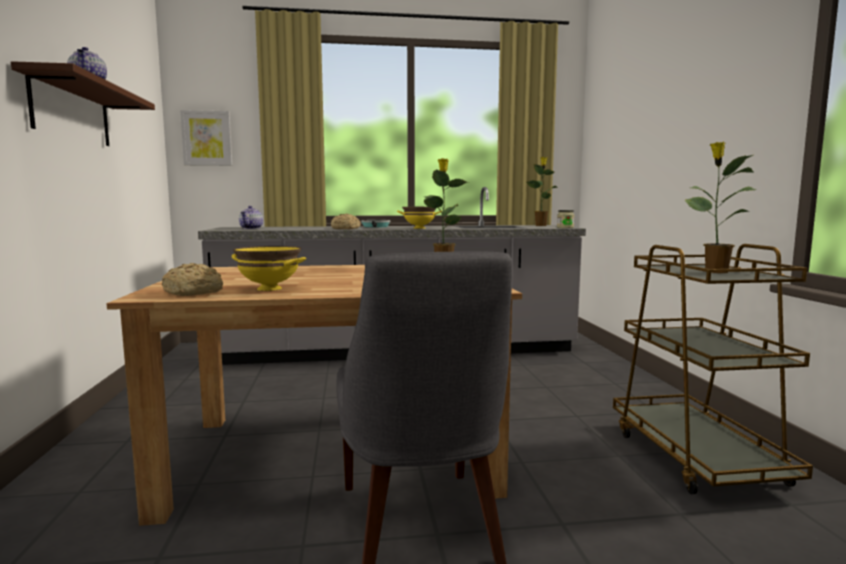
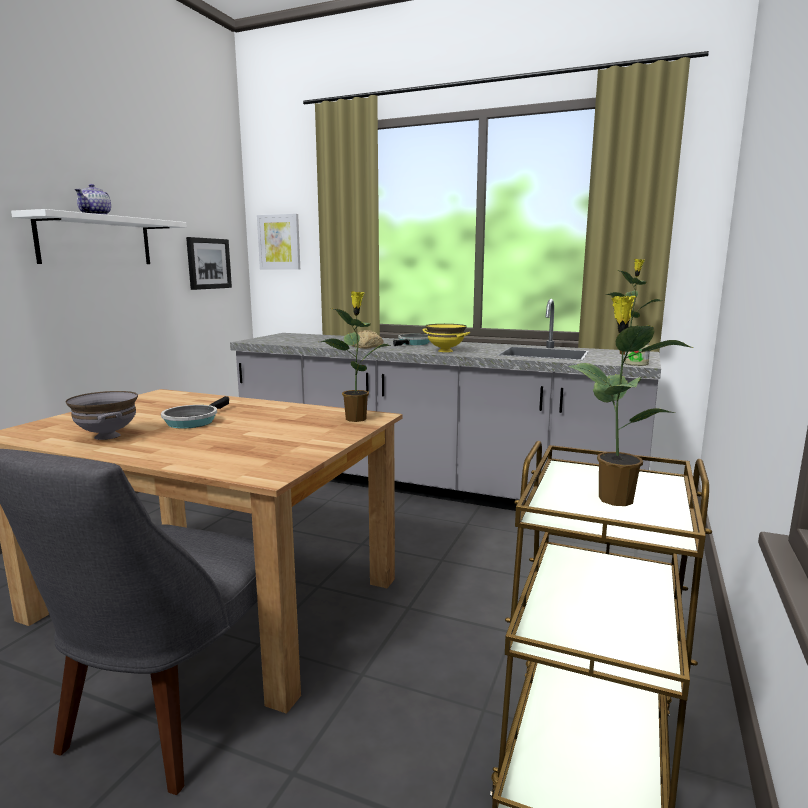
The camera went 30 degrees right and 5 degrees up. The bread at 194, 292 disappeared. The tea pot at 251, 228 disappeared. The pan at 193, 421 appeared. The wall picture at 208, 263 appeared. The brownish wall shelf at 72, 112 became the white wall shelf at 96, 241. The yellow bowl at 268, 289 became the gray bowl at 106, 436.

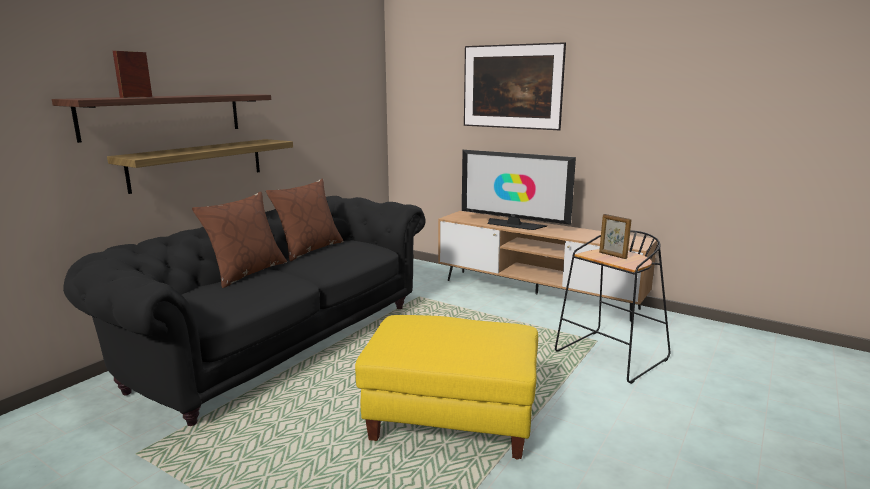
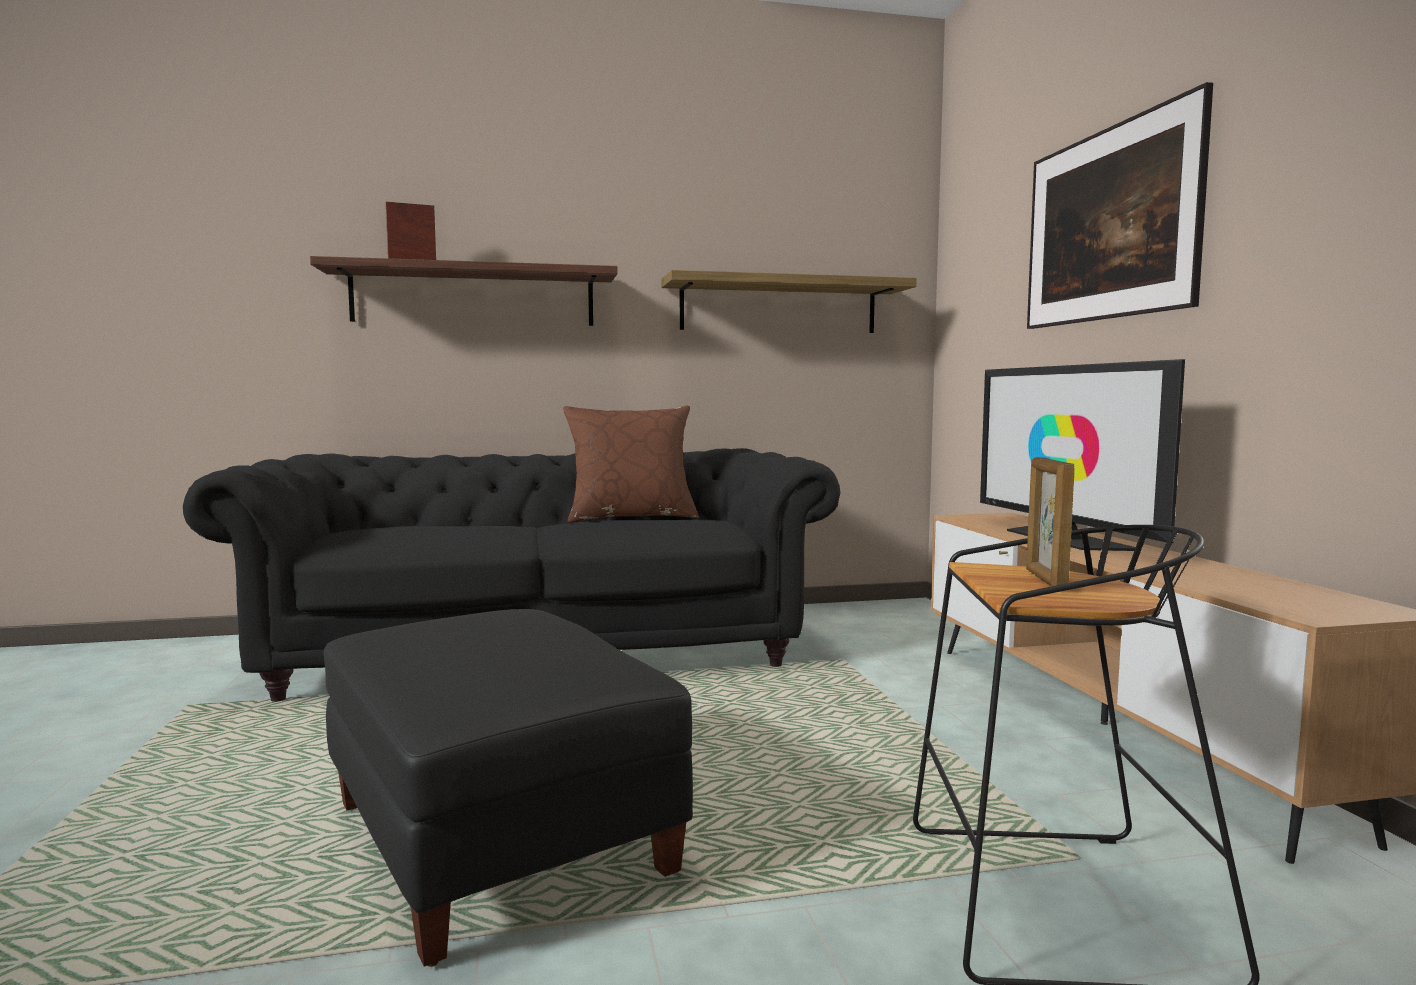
The camera went 45 degrees right and 10 degrees down. The brownish cushion at 246, 272 disappeared. The wall shelf moved from 198, 164 to 779, 306. The yellow footrest at 452, 418 became the black-coloured footrest at 499, 839.

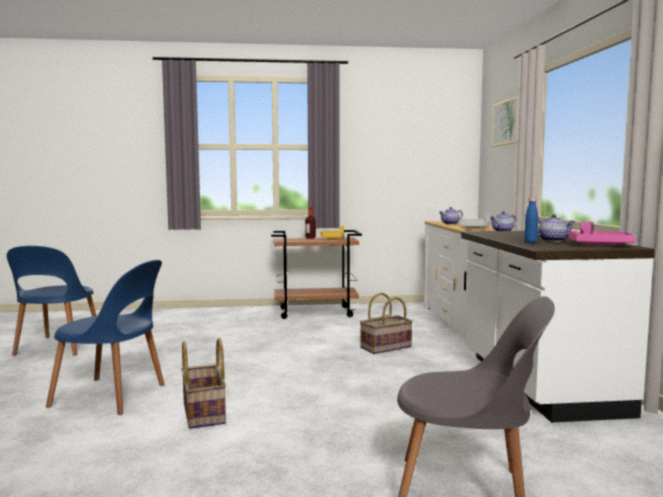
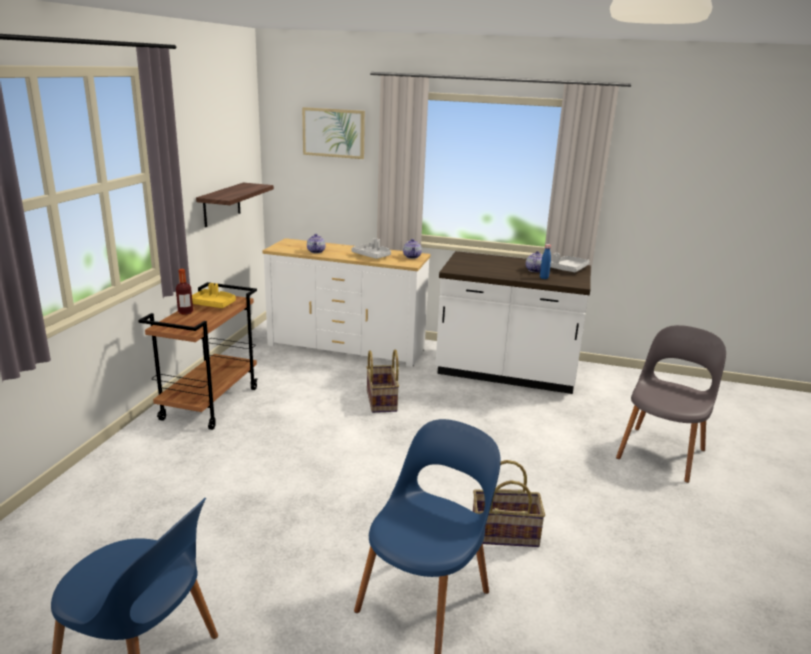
The camera went 70 degrees left and 15 degrees up. The wall shelf at 222, 204 appeared. The pink-coloured serving tray at 599, 245 became the gray serving tray at 568, 269.

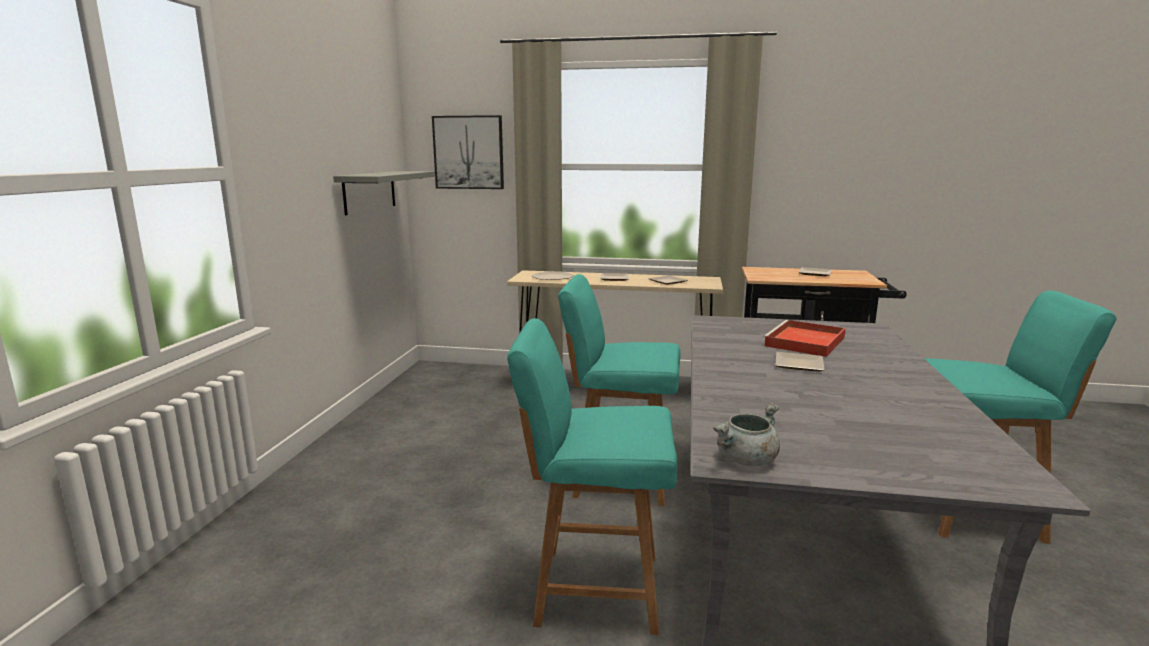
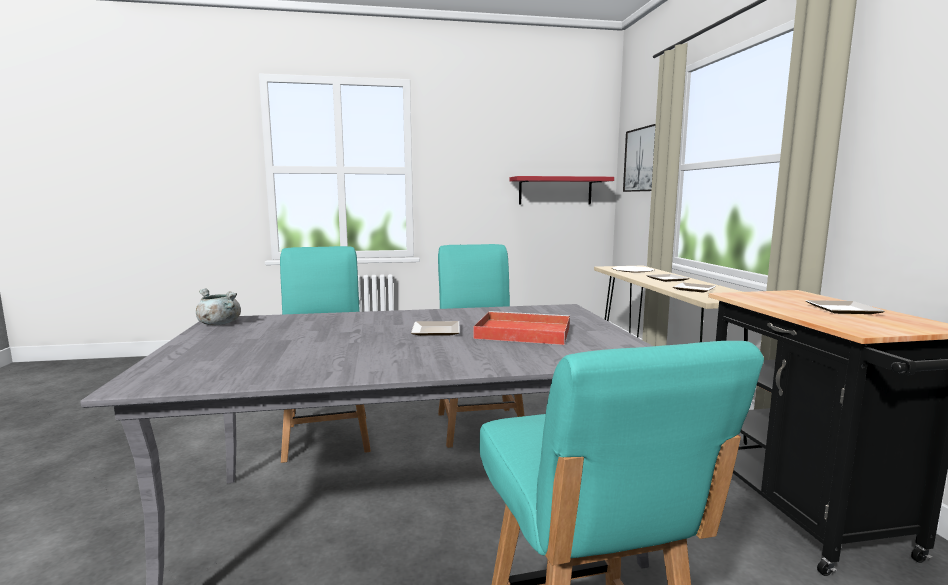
The camera went 70 degrees right and 5 degrees down. The gray wall shelf at 369, 191 became the red wall shelf at 555, 191.

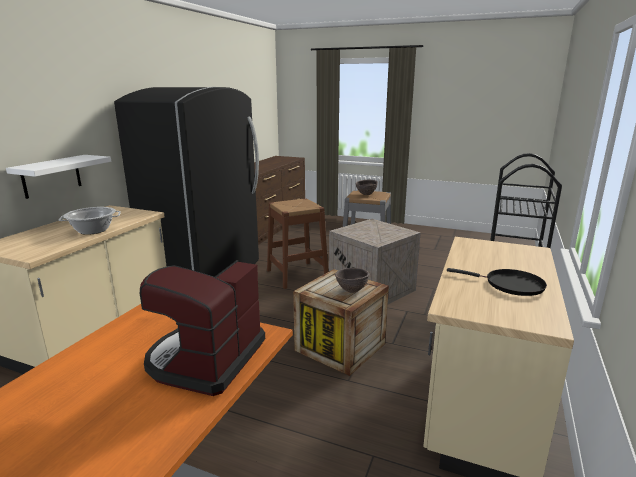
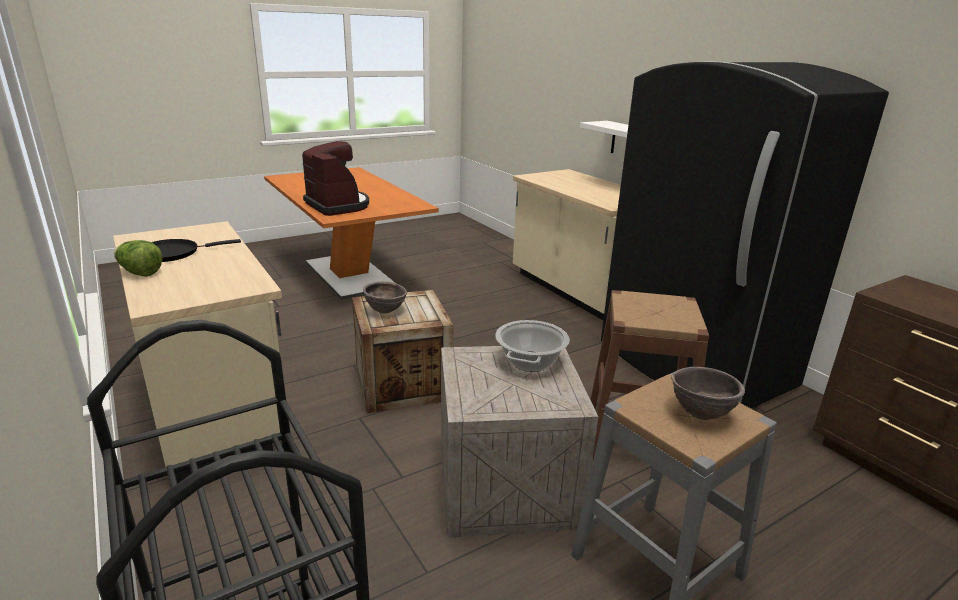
The camera went 125 degrees right and 5 degrees up. The lettuce head at 139, 273 appeared. The stockpot moved from 93, 230 to 530, 362.

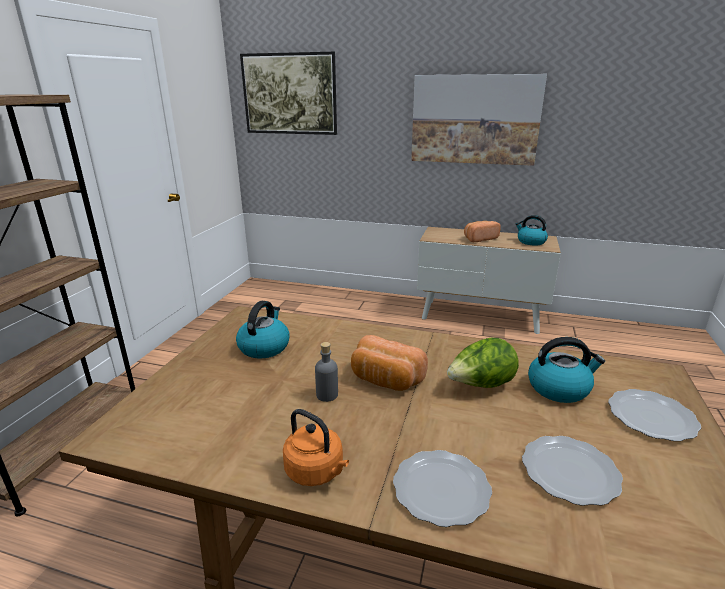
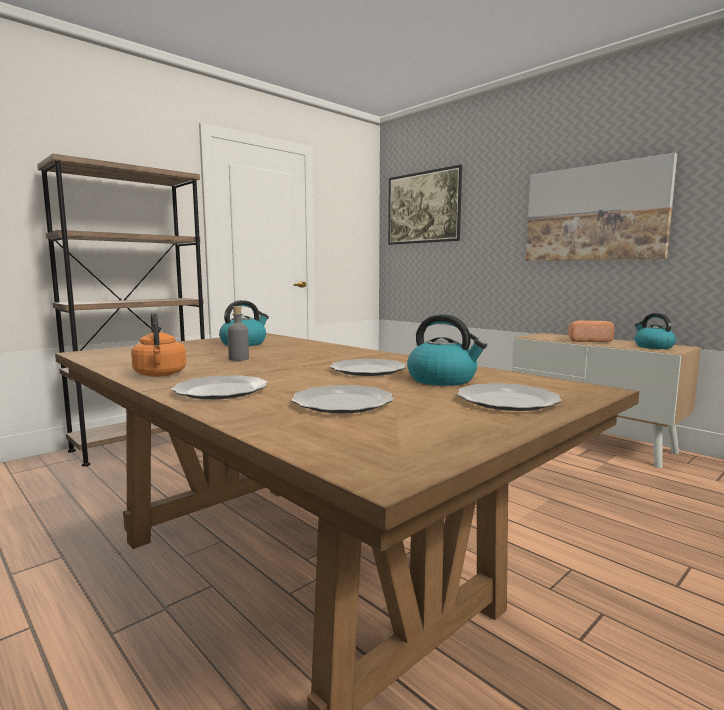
The camera went 30 degrees right and 15 degrees down. The bread at 385, 380 disappeared. The lettuce head at 480, 385 was replaced by the dinner plate at 369, 370.

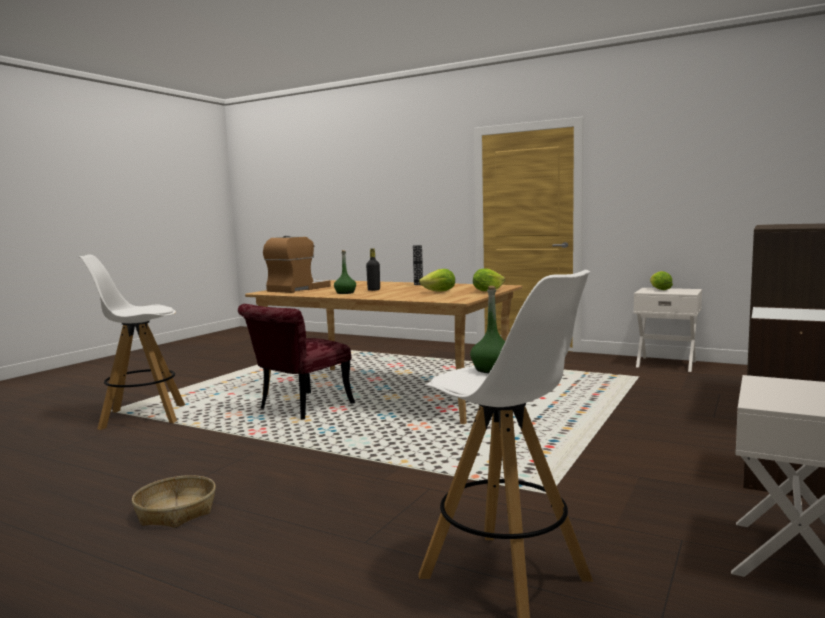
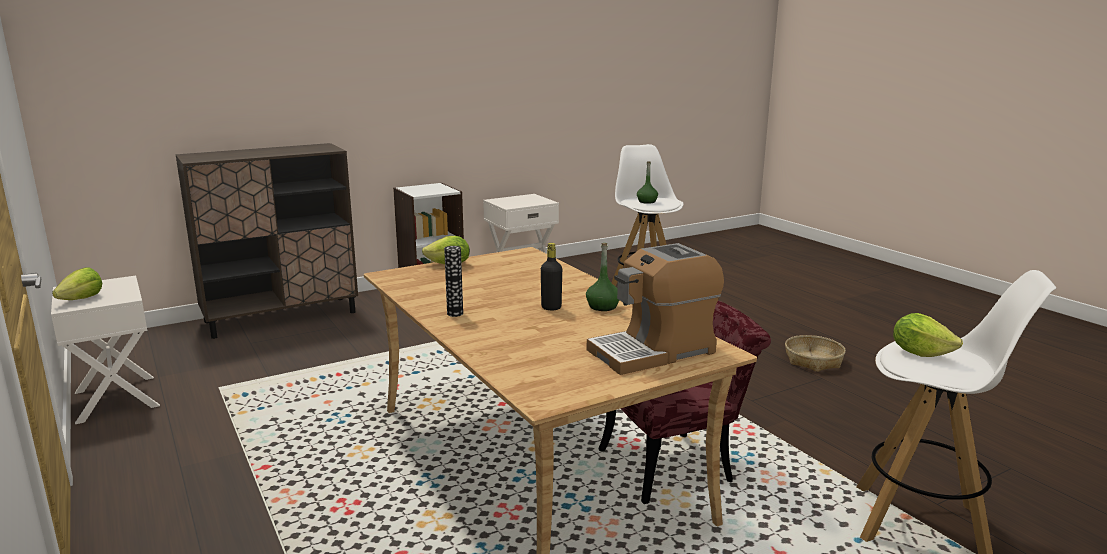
The camera went 150 degrees left and 10 degrees up. The lettuce head moved from 439, 291 to 920, 353.

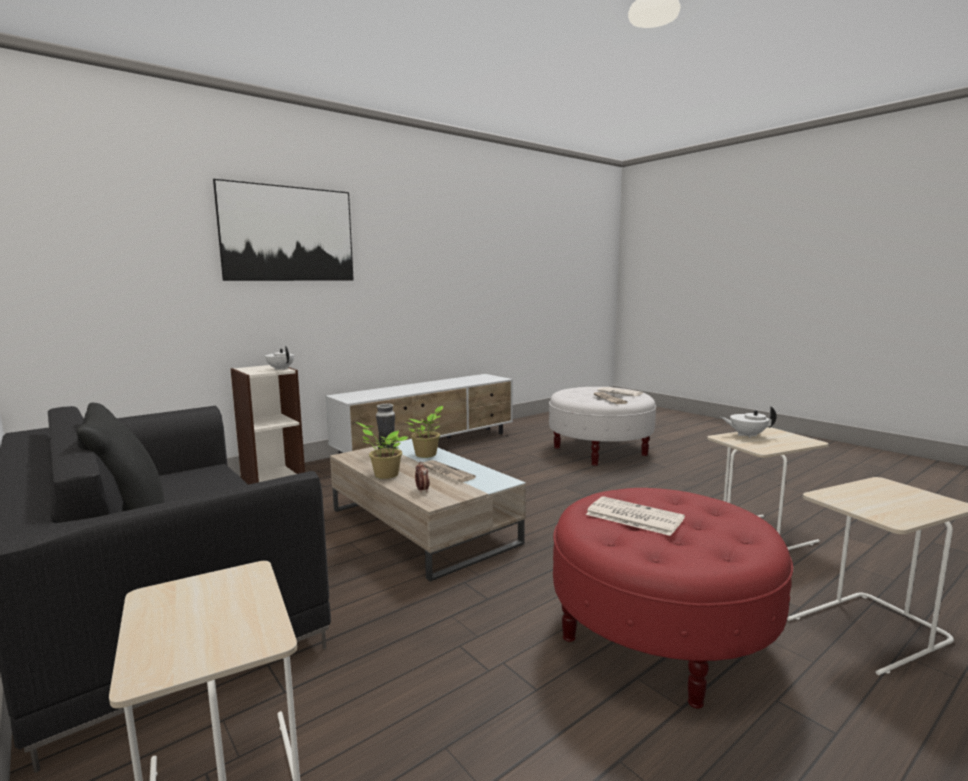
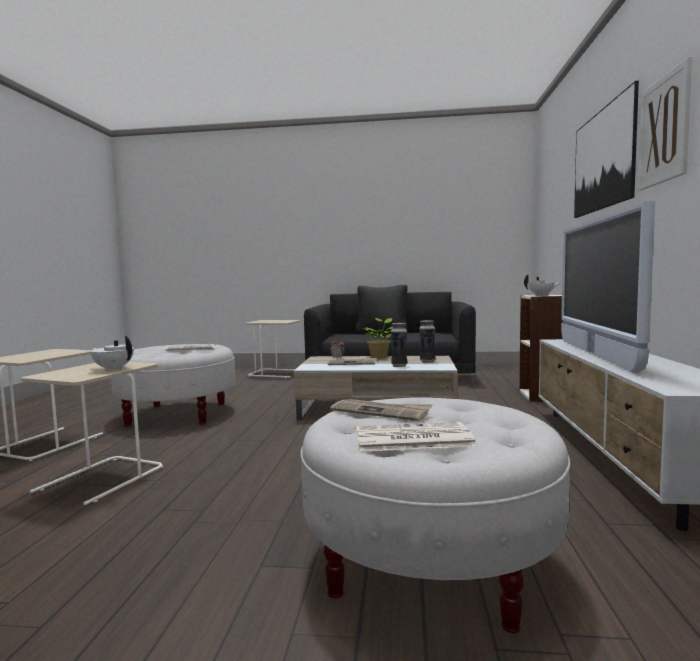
The camera went 135 degrees right and 5 degrees down. The TV at 594, 354 appeared. The wall picture at 664, 130 appeared. The potted plant at 427, 455 was replaced by the decorative vase at 399, 366. The red footrest at 660, 636 became the white footrest at 177, 414. The white tea pot at 747, 435 turned 120 degrees counterclockwise.

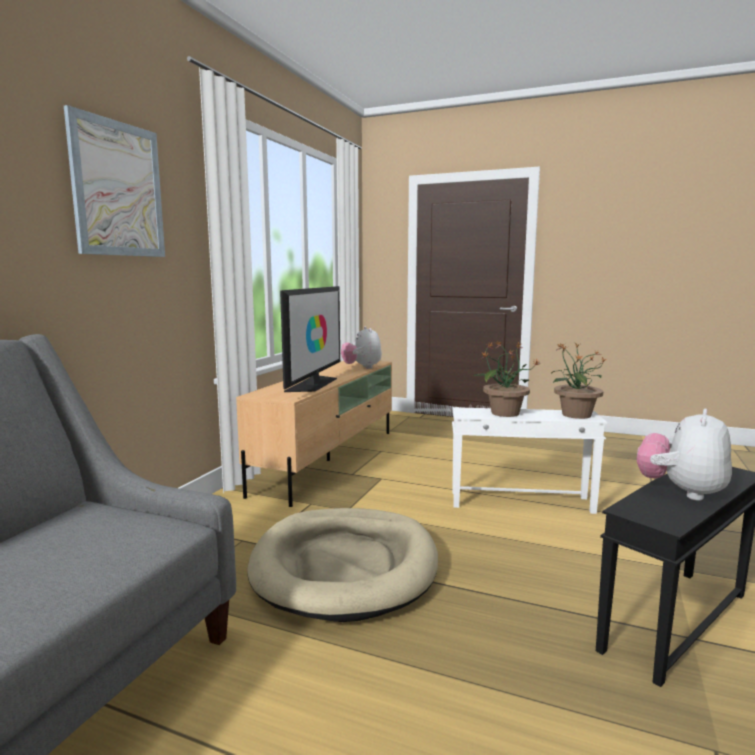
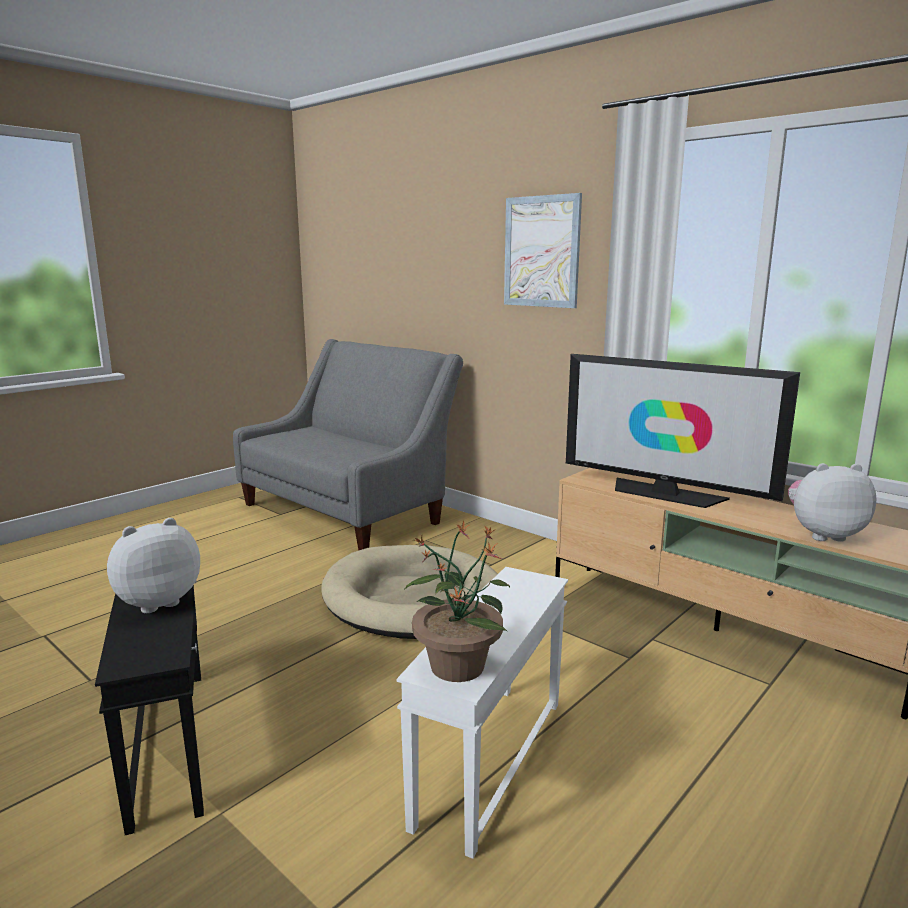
The camera went 110 degrees right and 5 degrees up. The potted plant at 504, 413 disappeared. The plush toy at 681, 492 turned 90 degrees counterclockwise.

